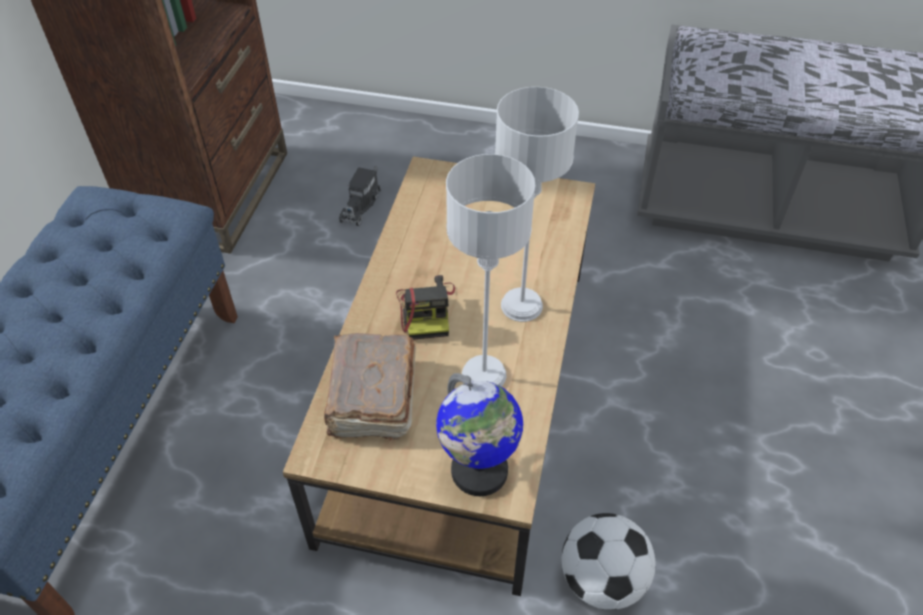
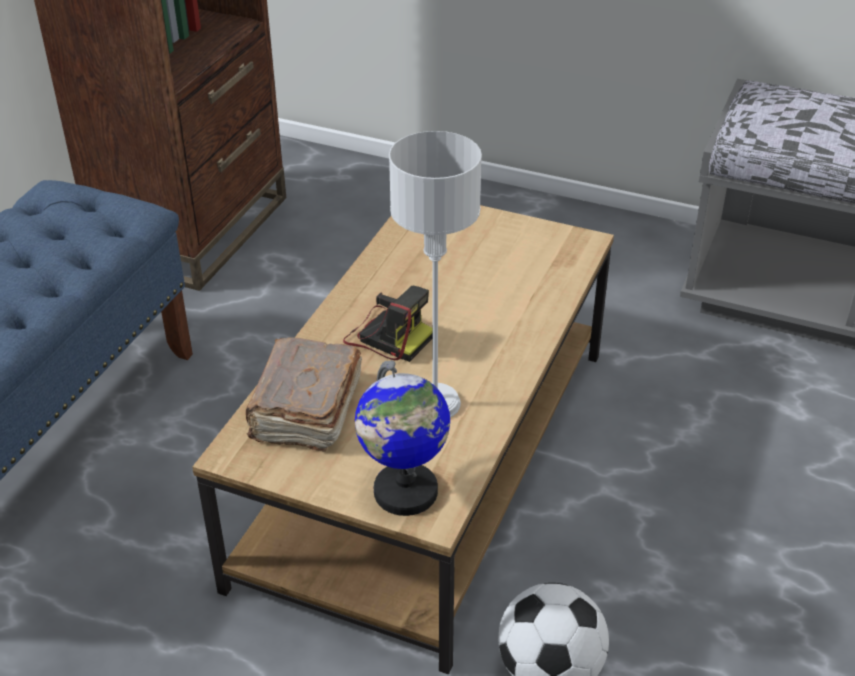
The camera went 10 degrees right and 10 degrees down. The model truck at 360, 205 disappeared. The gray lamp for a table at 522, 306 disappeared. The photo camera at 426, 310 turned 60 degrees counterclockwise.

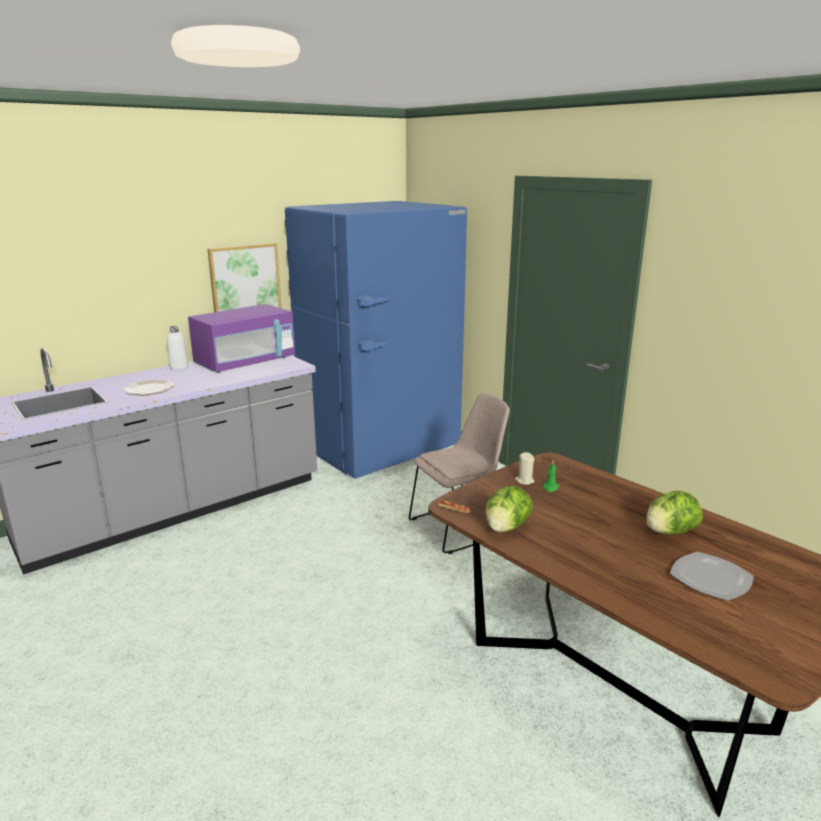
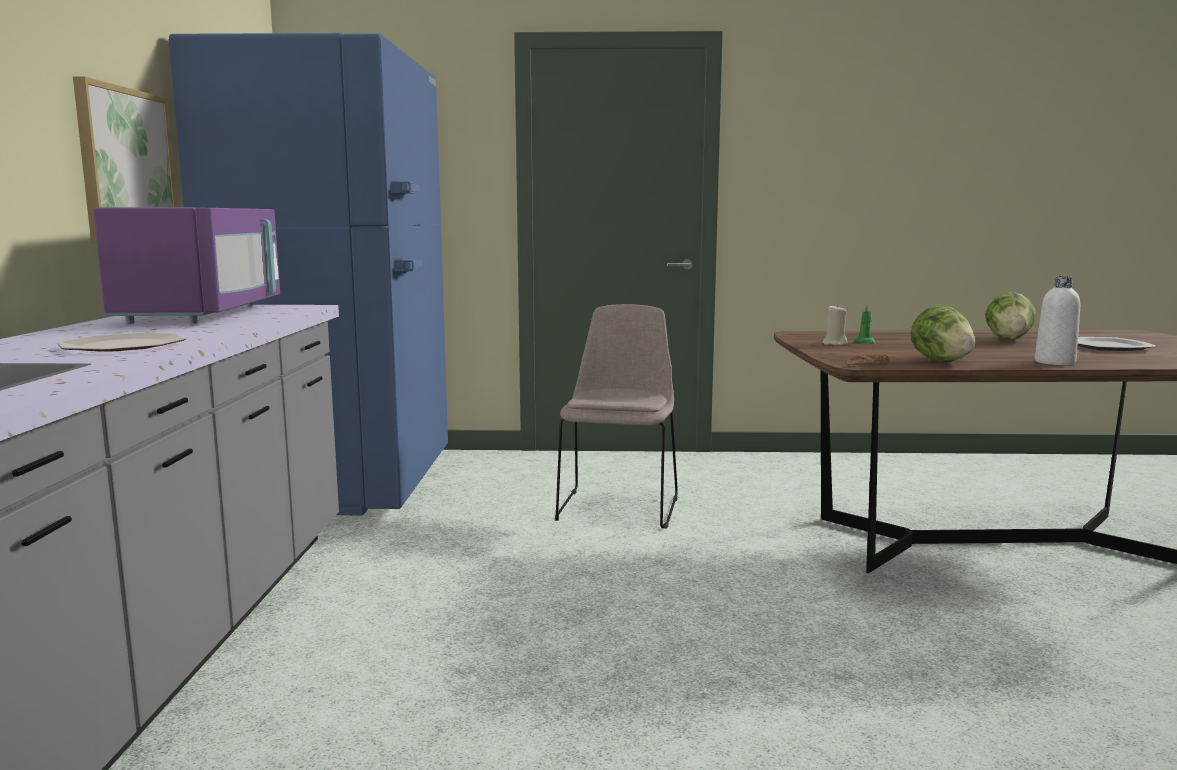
The camera went 50 degrees left and 10 degrees down. The white bottle moved from 179, 367 to 1054, 362.

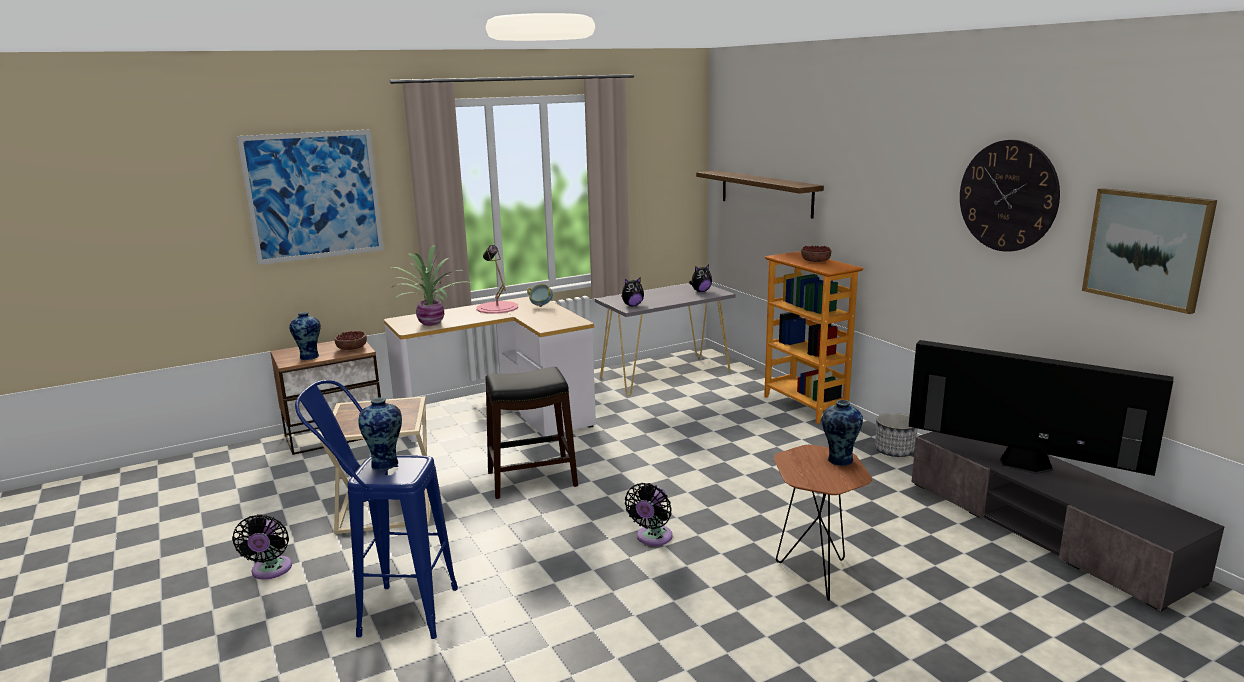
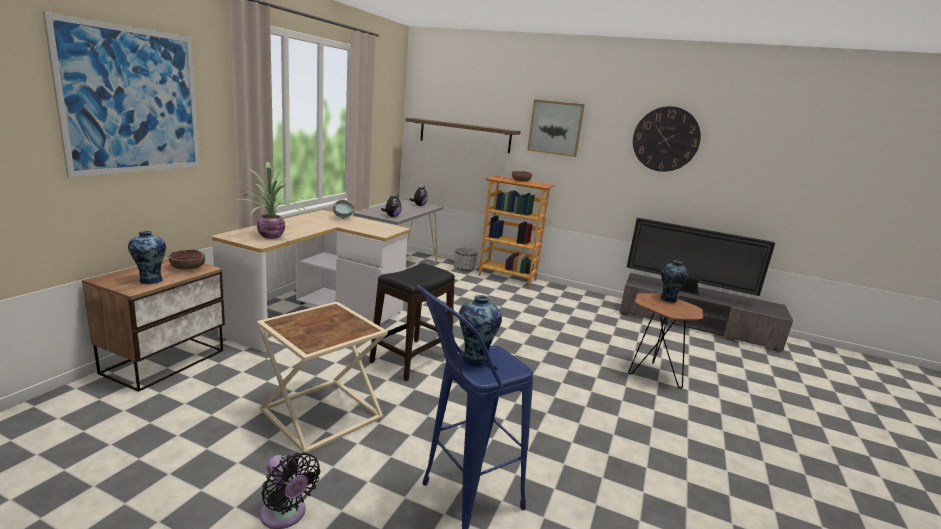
The camera went 40 degrees left and 0 degrees up. The pink-coloured lamp for a table at 497, 307 disappeared. The black-coloured cooling fan at 652, 538 disappeared. The flower pot moved from 894, 451 to 464, 268. The wall picture moved from 1147, 248 to 555, 128. The TV at 1021, 466 turned 150 degrees counterclockwise.

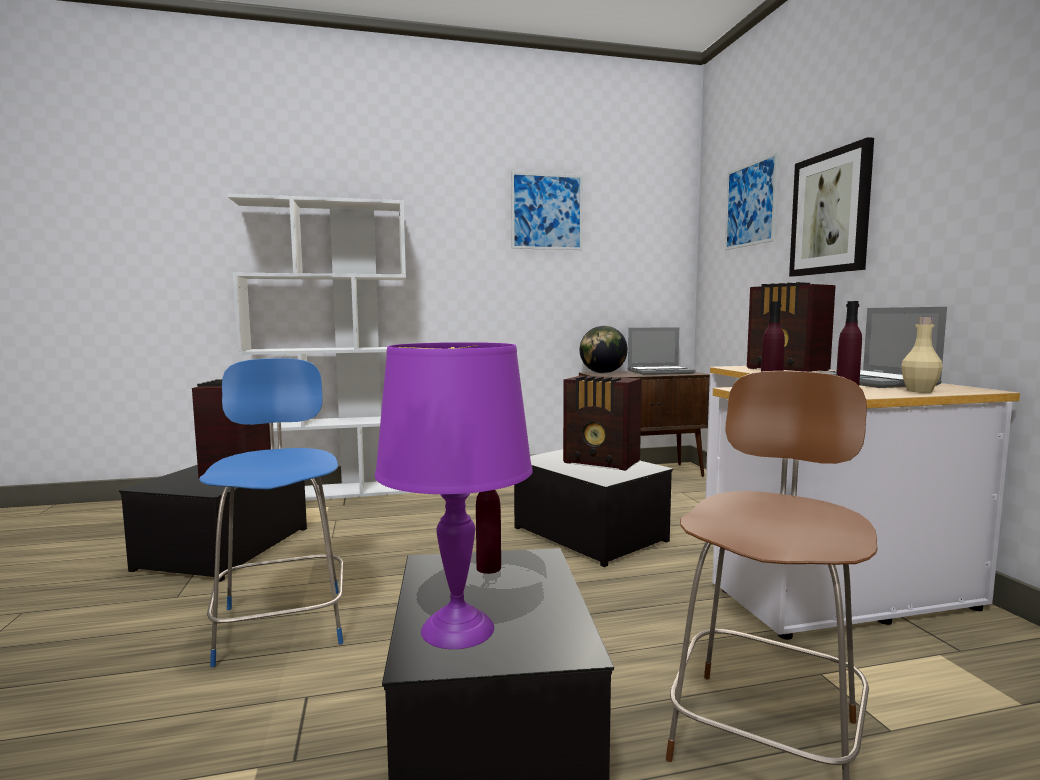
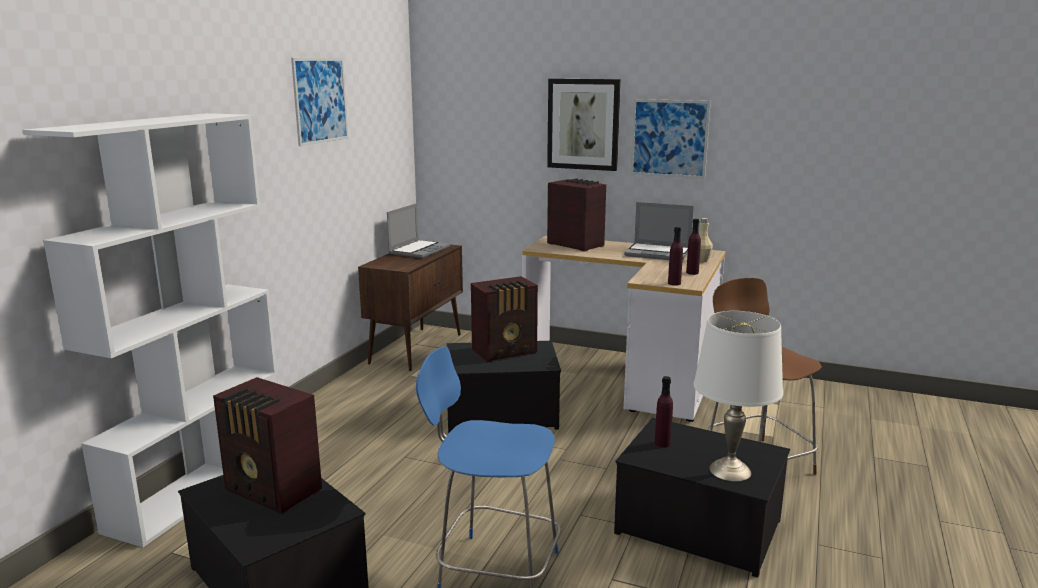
The camera went 55 degrees left and 10 degrees up. The world globe at 603, 373 disappeared. The wall picture moved from 750, 204 to 669, 138. The purple-coloured lamp for a table at 459, 629 became the white lamp for a table at 730, 470. The radio set at 788, 369 turned 135 degrees counterclockwise.

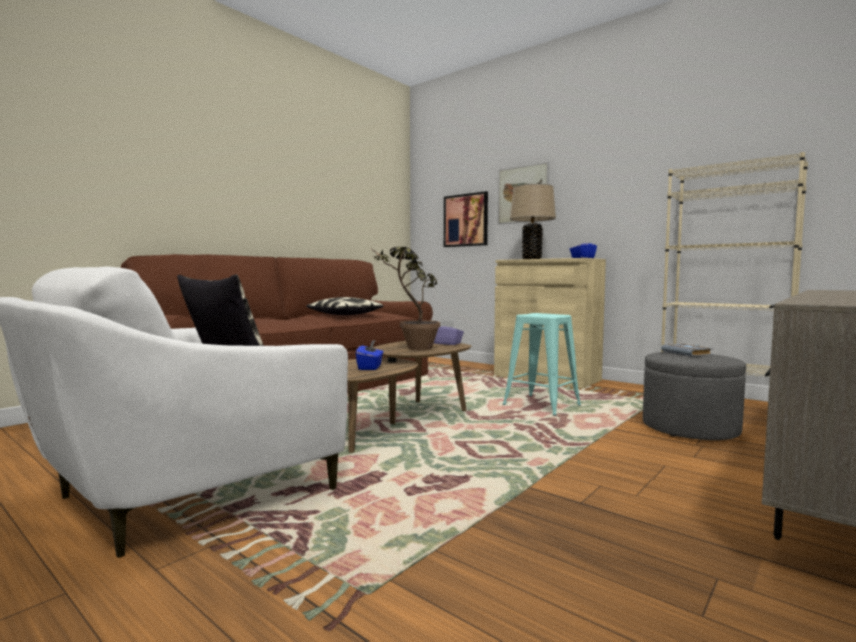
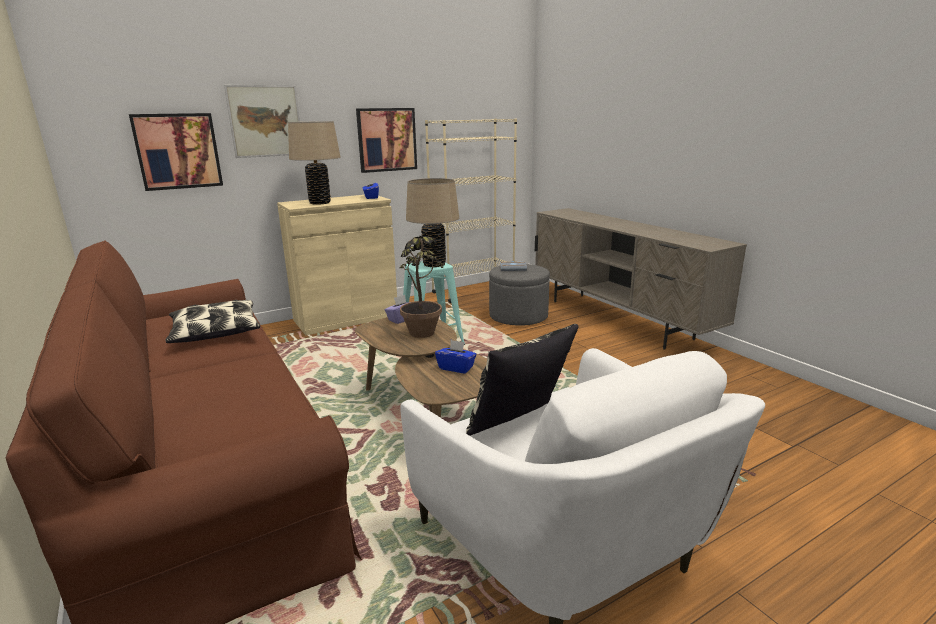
The camera went 70 degrees left and 15 degrees up. The wall picture at 387, 140 appeared. The beige lamp for a table at 434, 264 appeared.

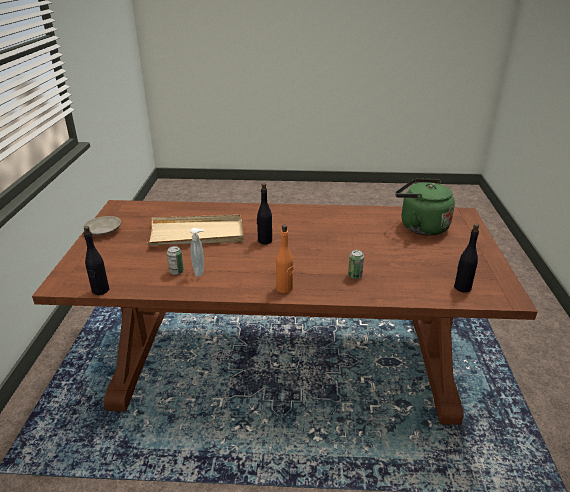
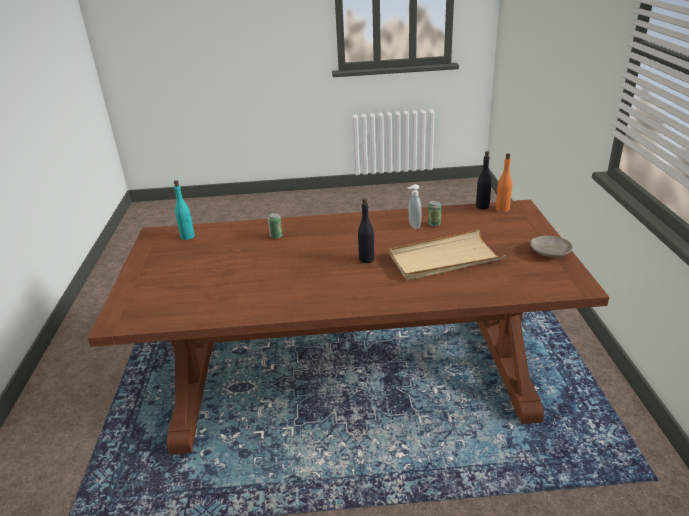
The camera went 175 degrees right and 0 degrees up. The greenish water kettle at 420, 226 disappeared. The orange-coloured bottle moved from 284, 288 to 502, 209. The black-coloured bottle at 462, 287 became the turquoise bottle at 187, 236.

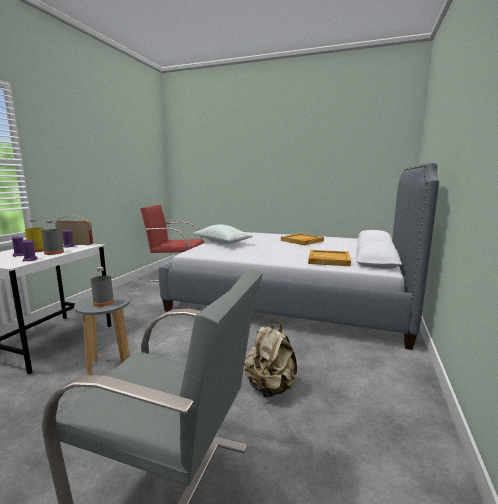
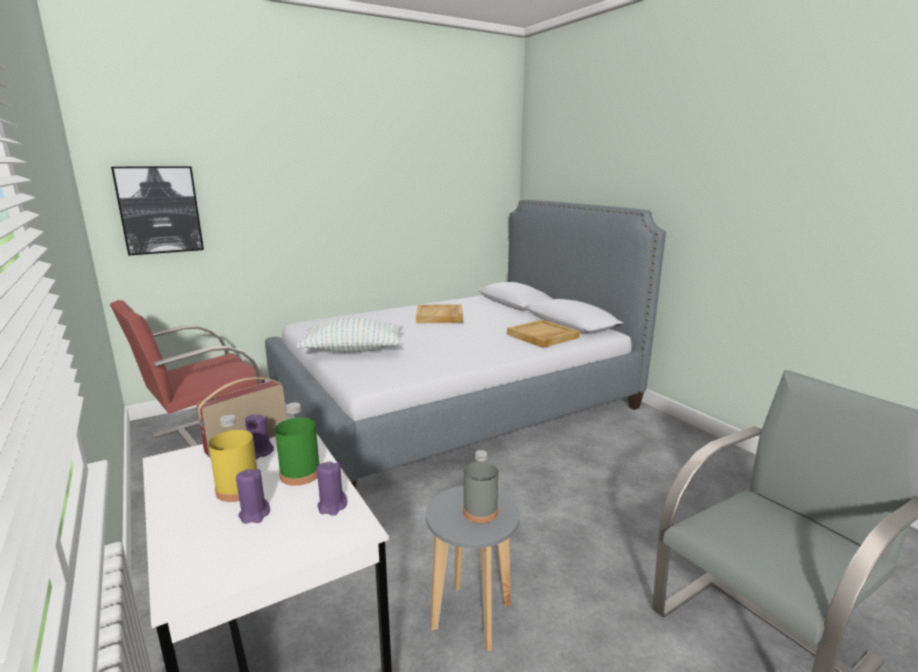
The camera went 50 degrees left and 5 degrees up. The beige rucksack at 270, 388 disappeared. The wall picture at 159, 210 appeared. The gray bottle at 54, 252 became the greenish bottle at 300, 474.

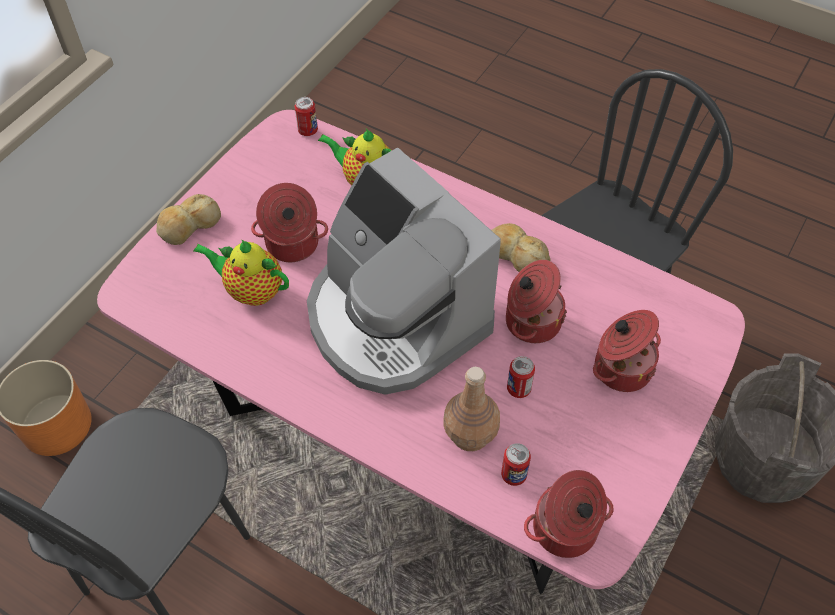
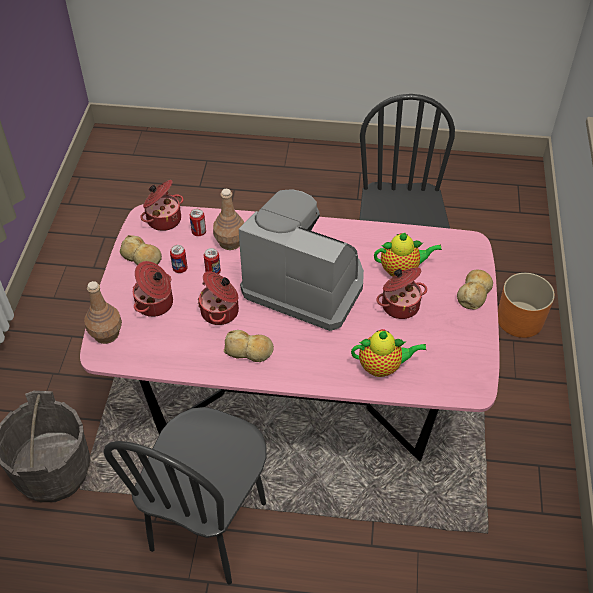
The camera went 155 degrees right and 5 degrees down. The brownish bottle at 106, 334 appeared. The bread at 141, 257 appeared. The metal can moved from 308, 130 to 180, 268.

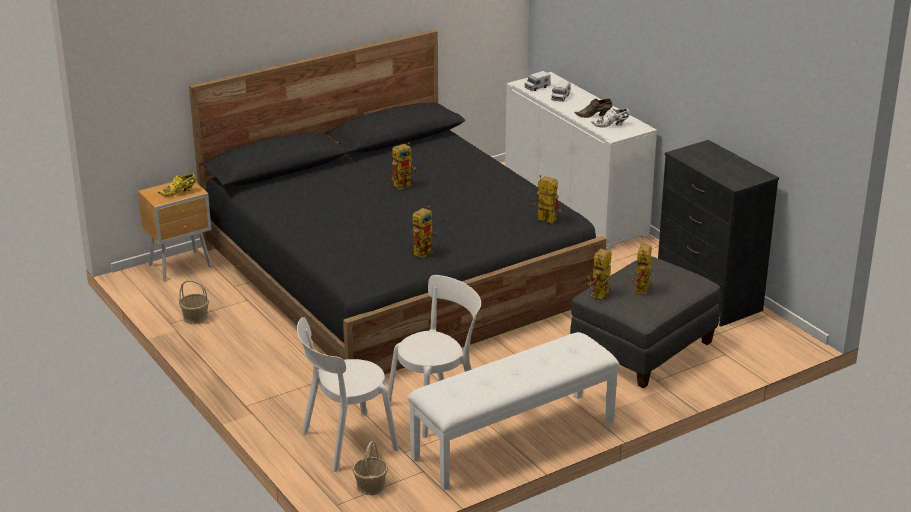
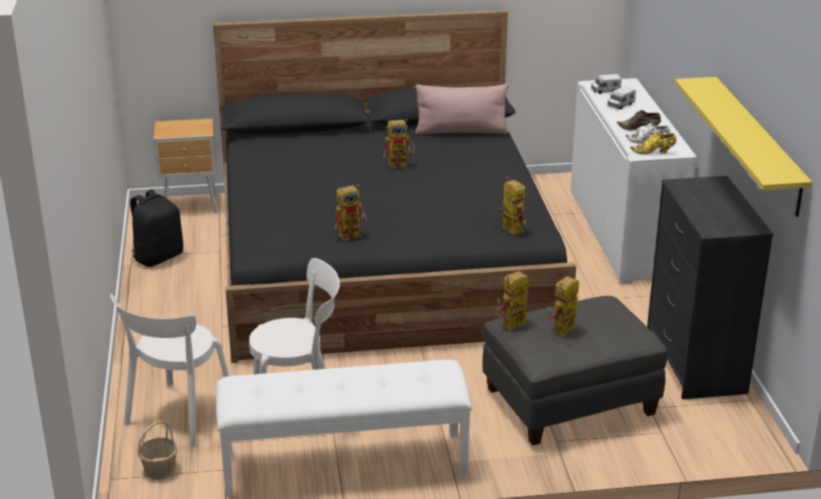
The camera went 25 degrees right and 0 degrees up. The pink-coloured cushion at 461, 131 appeared. The yellow wall shelf at 757, 145 appeared. The yellow item of footwear moved from 179, 193 to 654, 152. The basket at 195, 317 was replaced by the black-coloured rucksack at 158, 257. The white upright chair at 345, 442 turned 60 degrees counterclockwise.

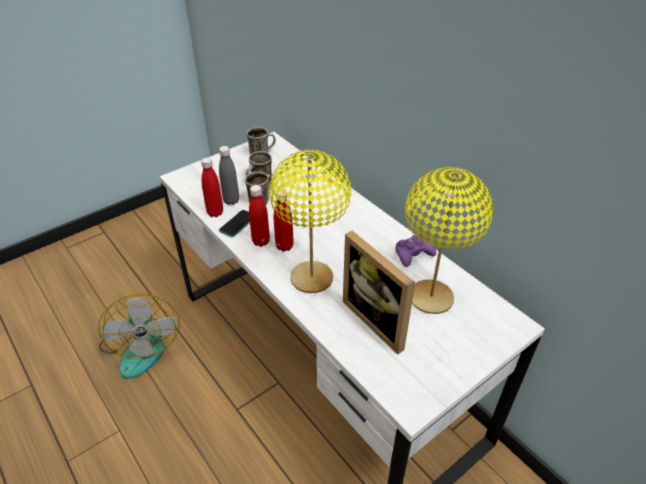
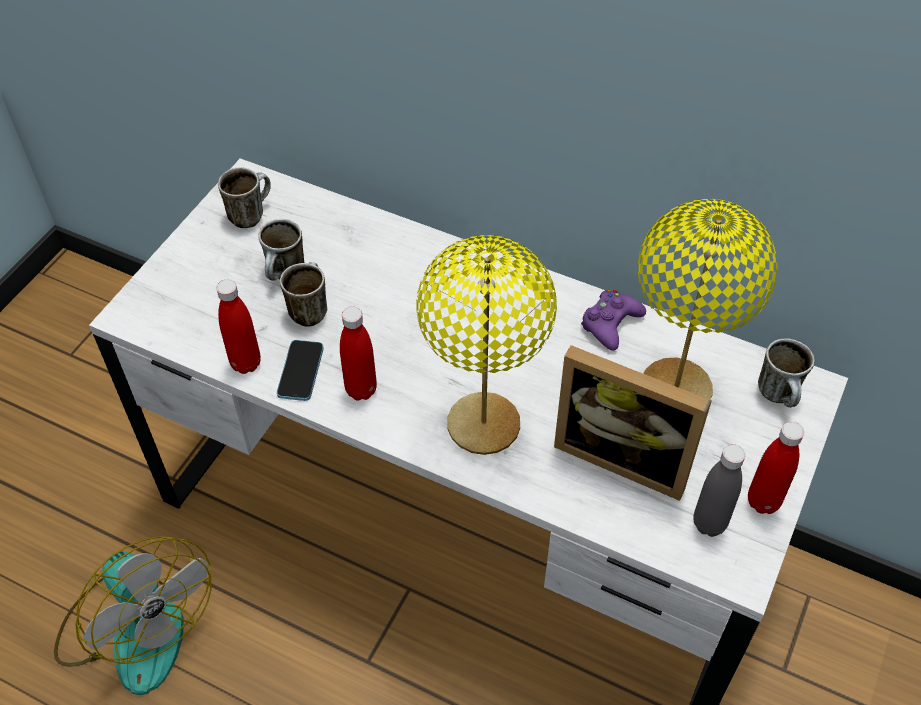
The camera went 25 degrees left and 10 degrees up. The mug at 780, 396 appeared. The gray bottle moved from 231, 200 to 709, 523. The red bottle moved from 284, 246 to 763, 501.

